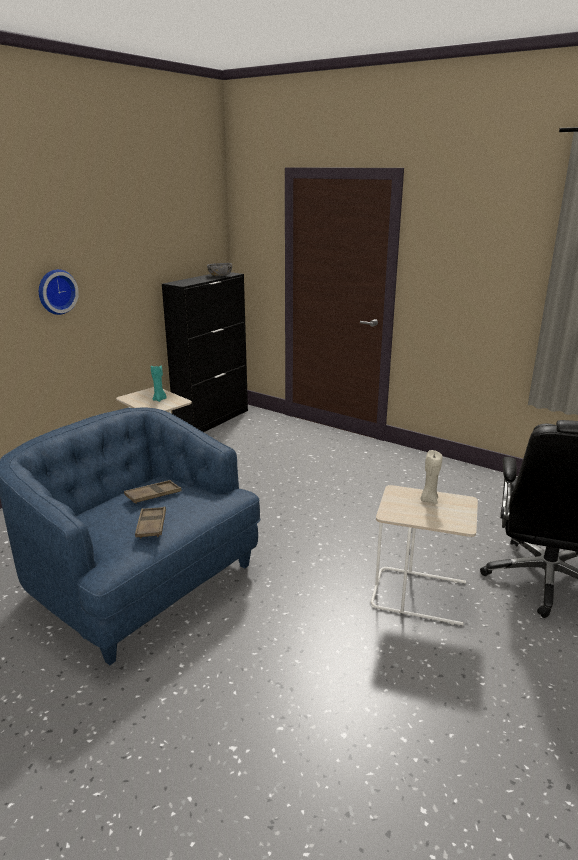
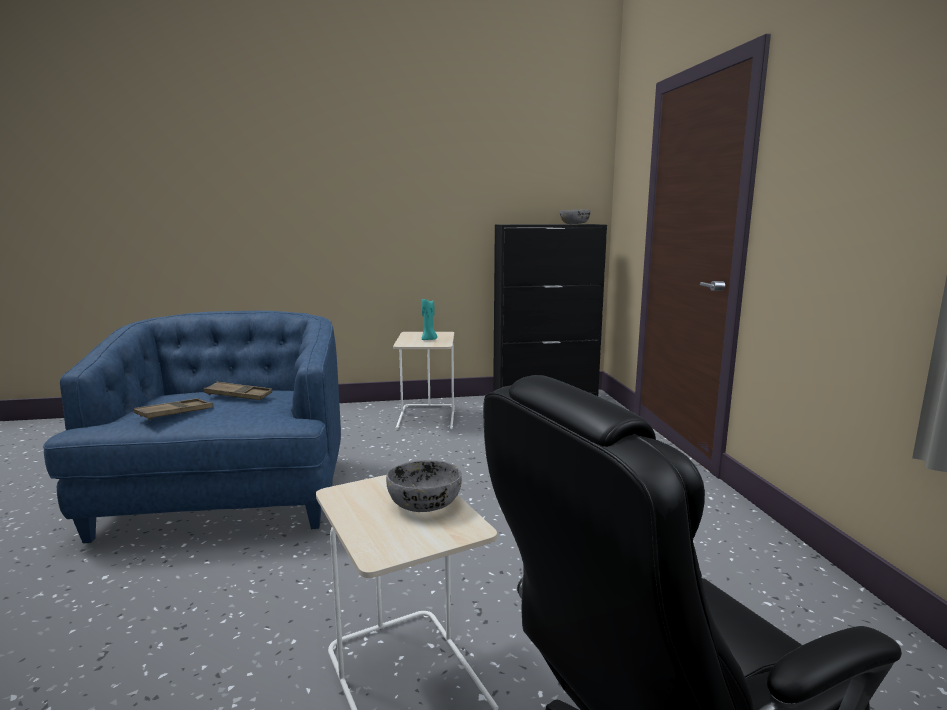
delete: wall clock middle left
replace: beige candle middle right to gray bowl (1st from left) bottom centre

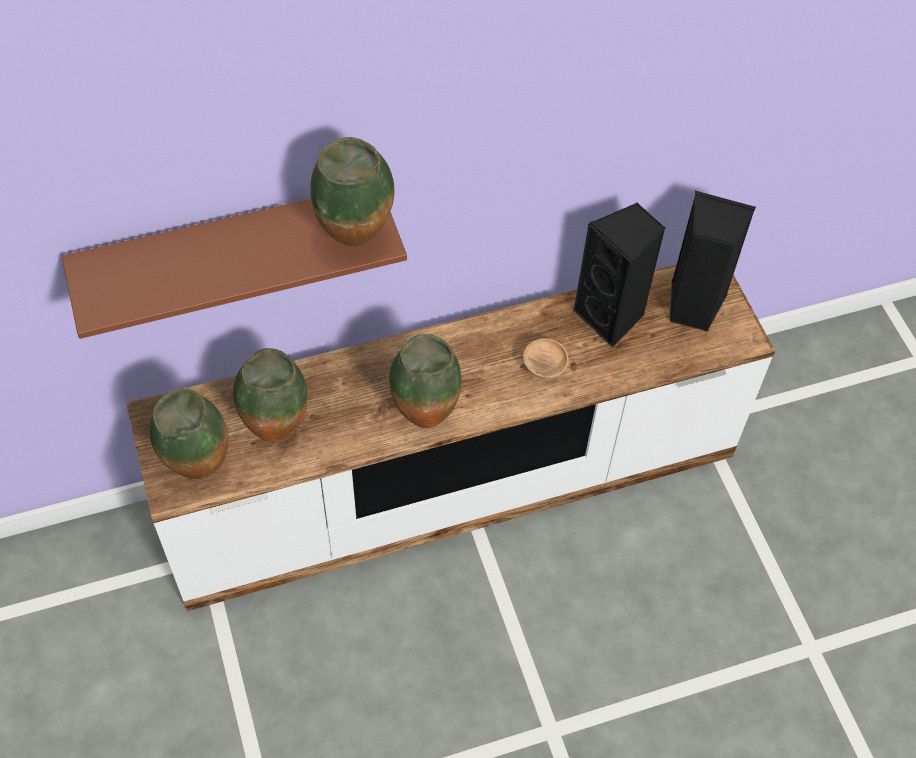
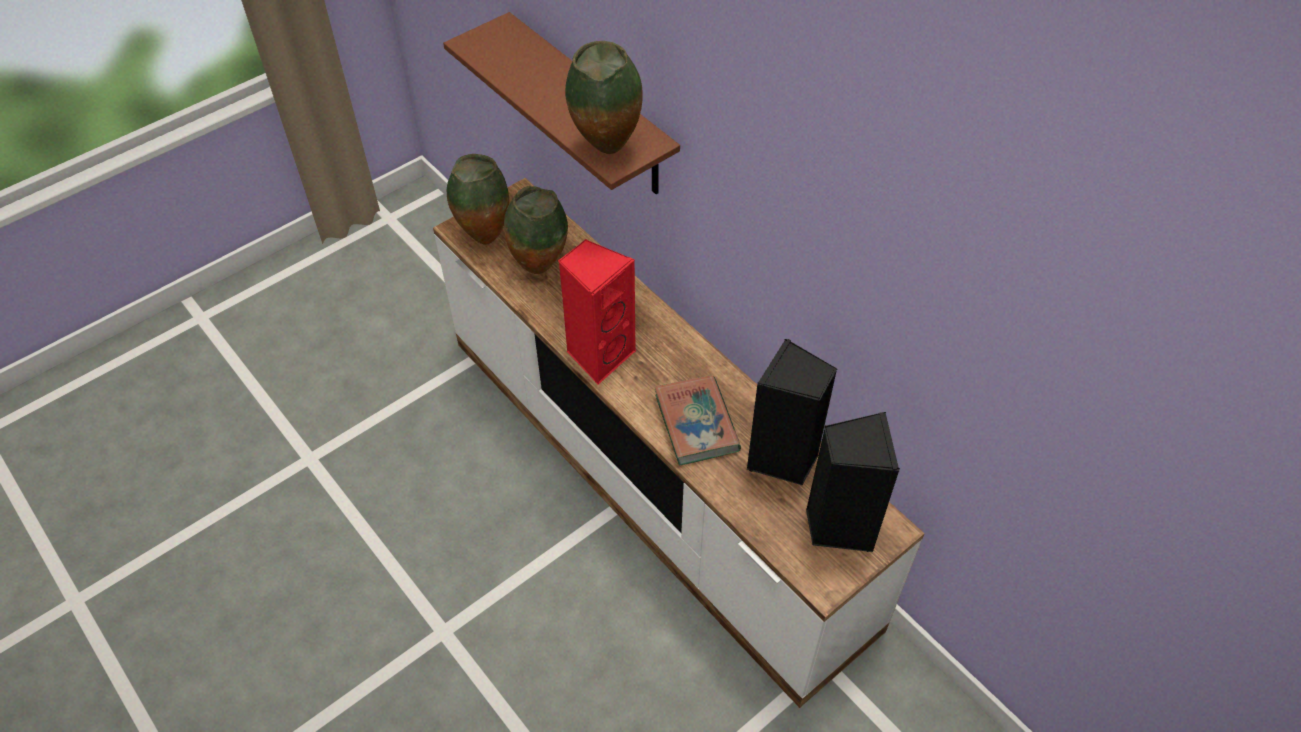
replace: vase (4th from left) centre to red loudspeaker centre; brown bowl centre to bound book centre

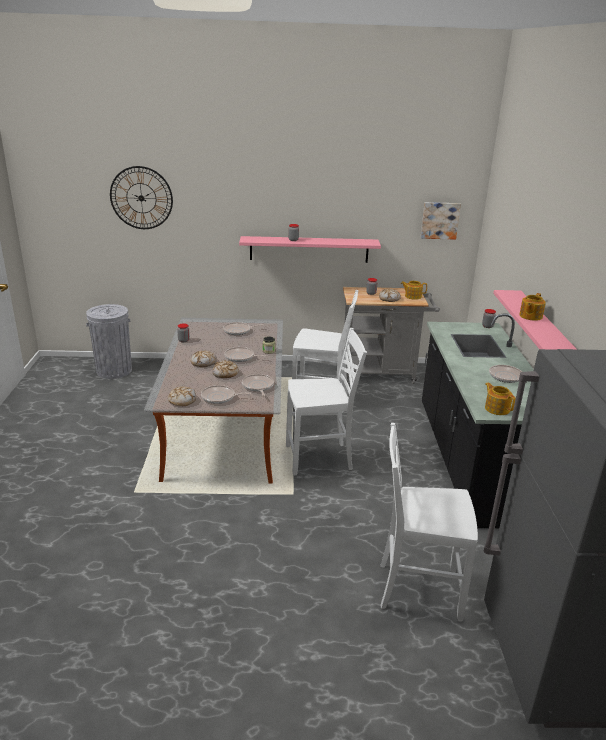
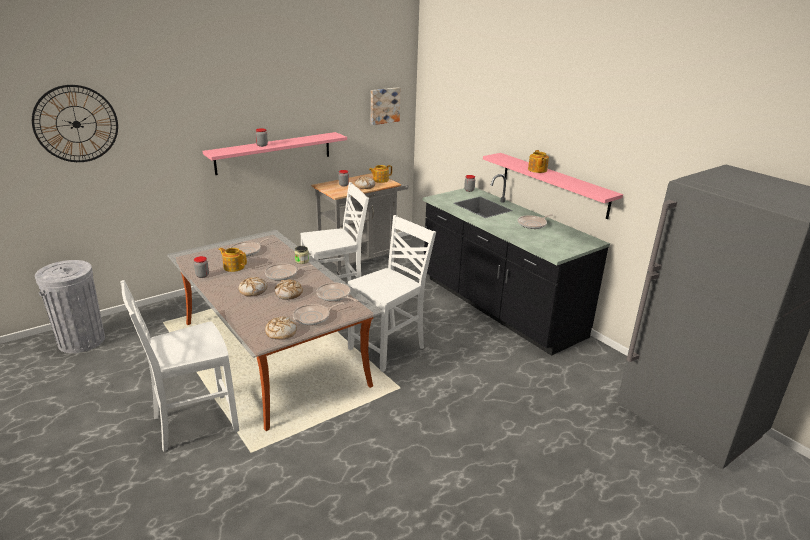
move: white-coloured plain chair (3rd from left in the first image) bottom right to white-coloured plain chair (1st from left) bottom left; tea pot (2nd from left in the first image) middle right to tea pot (1st from left) middle left

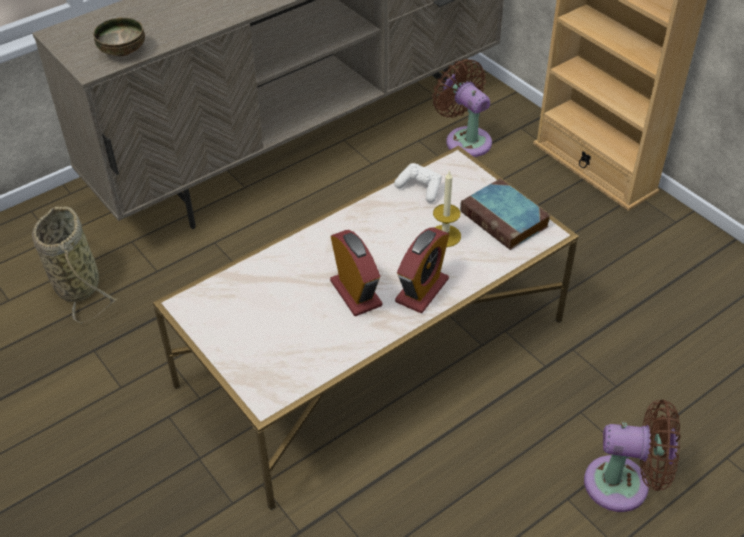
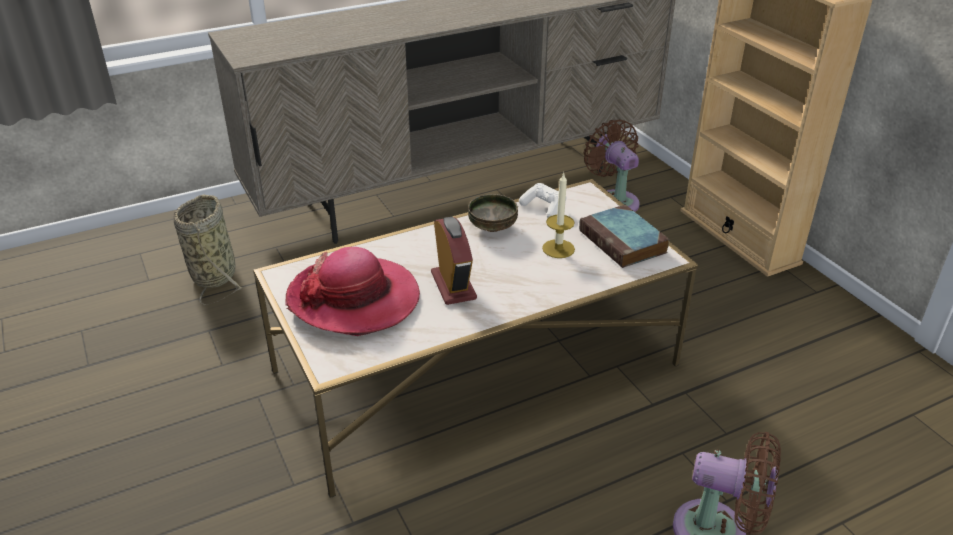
delete: bedside clock (2nd from left) centre
insert: wearable hat centre
move: bowl top left to centre

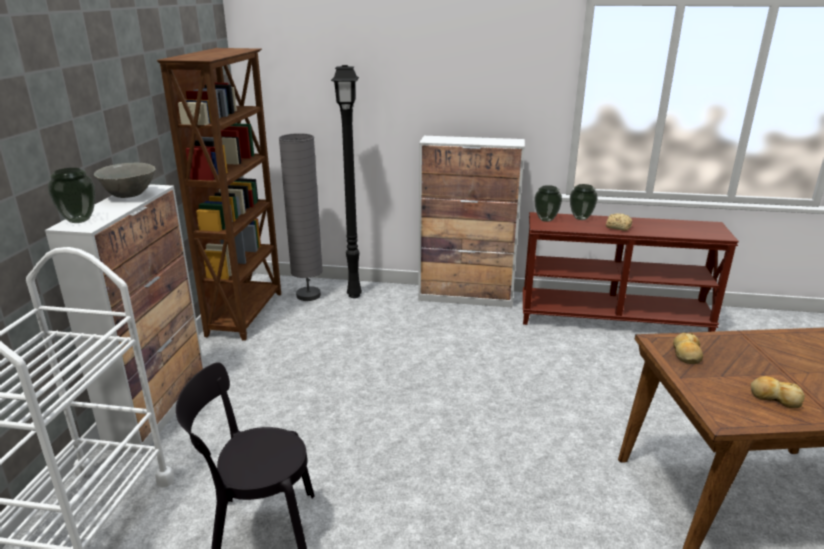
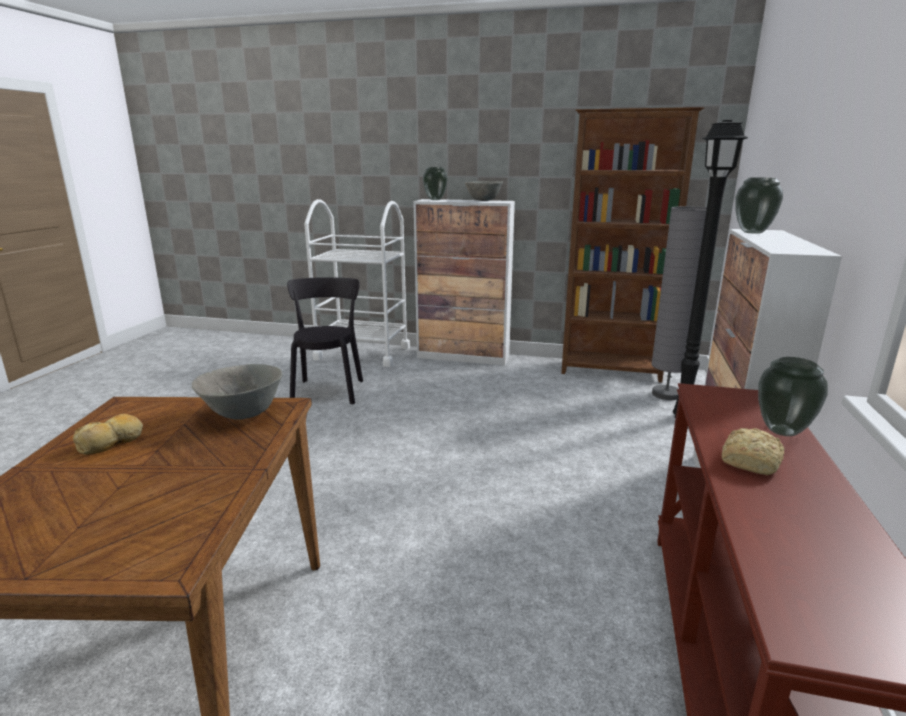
move: vase (2nd from left) centre to top right
replace: bakery bread (2nd from left) middle right to gray bowl (1st from left) middle left

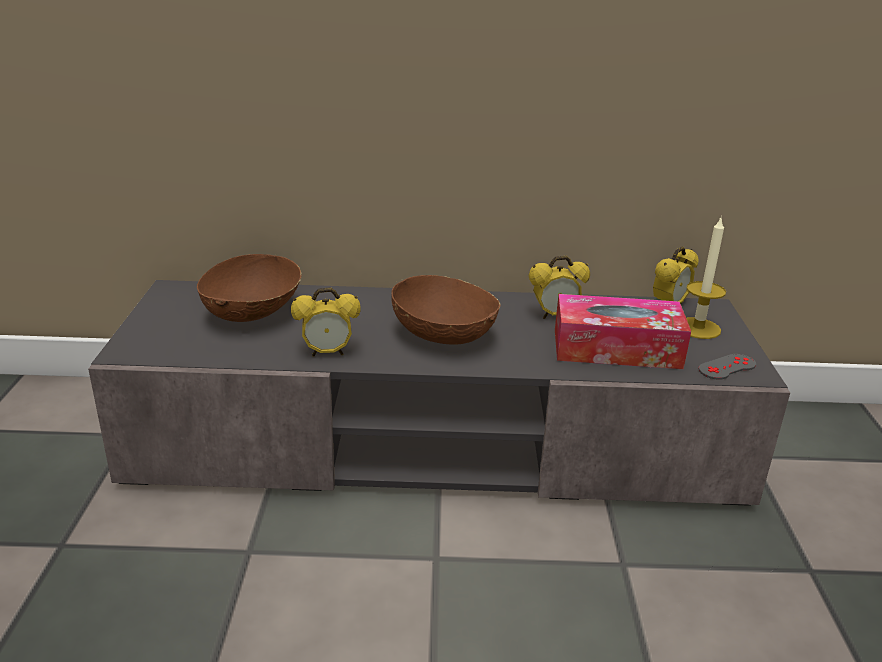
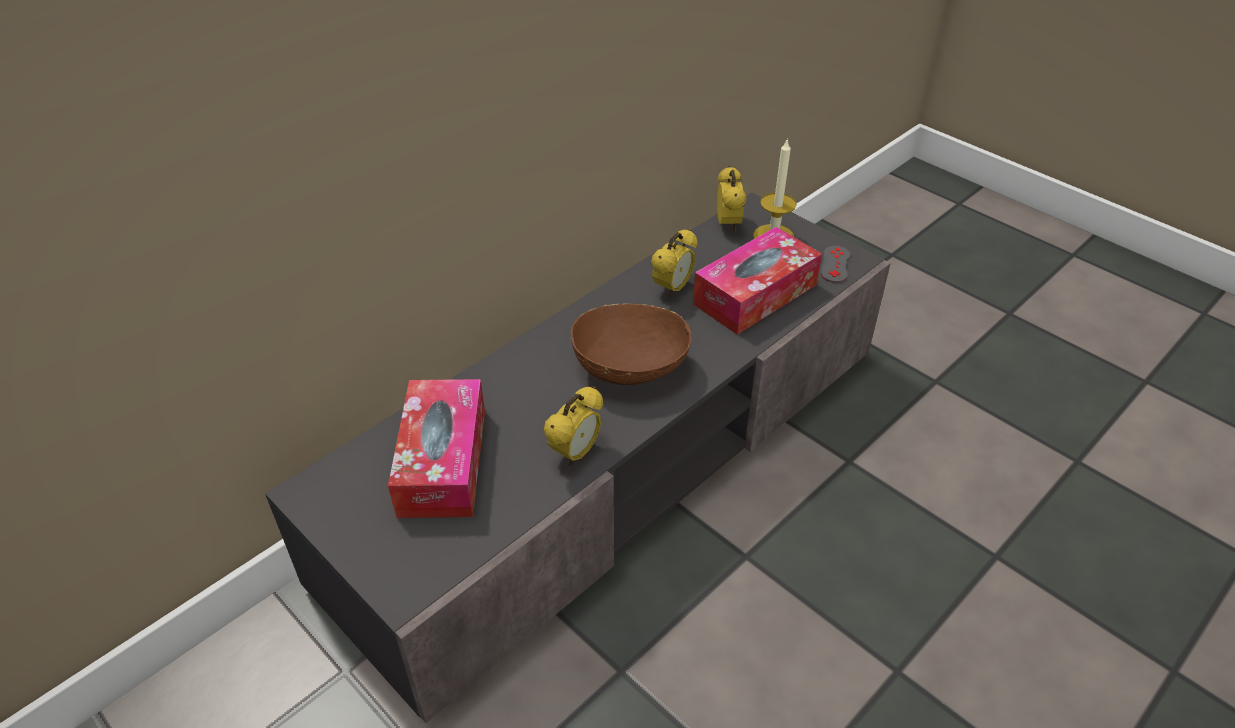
replace: brown bowl (1st from left) middle left to tissue box (1st from left) centre

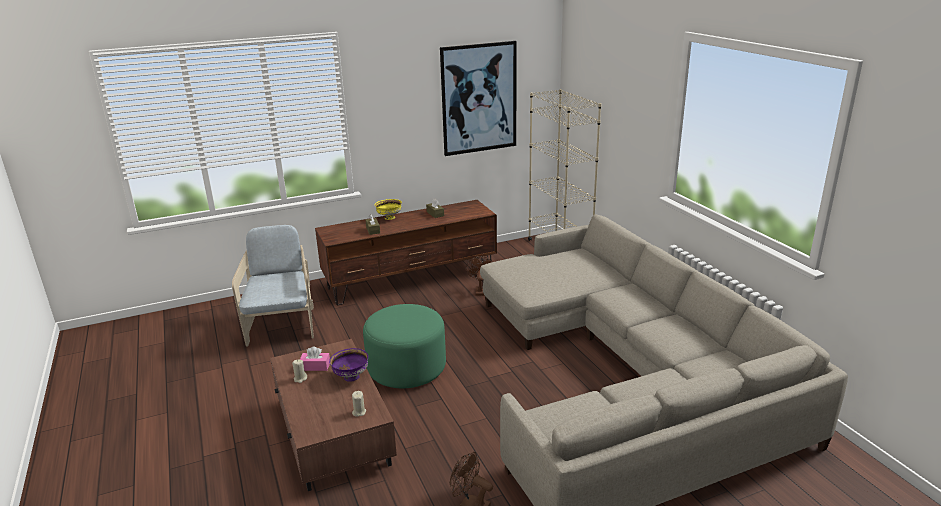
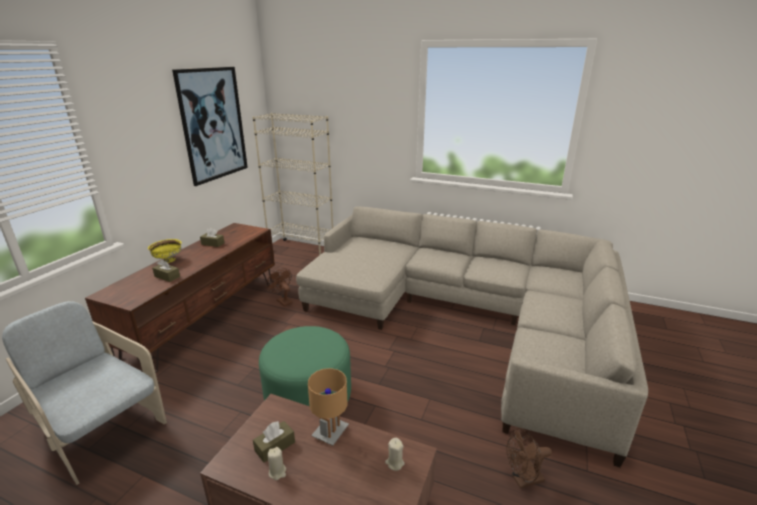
replace: purple-coloured bowl bottom centre to brown table lamp bottom centre
recolor: pink-coloured tissue box bottom centre to brown tissue box (3rd from left) bottom centre

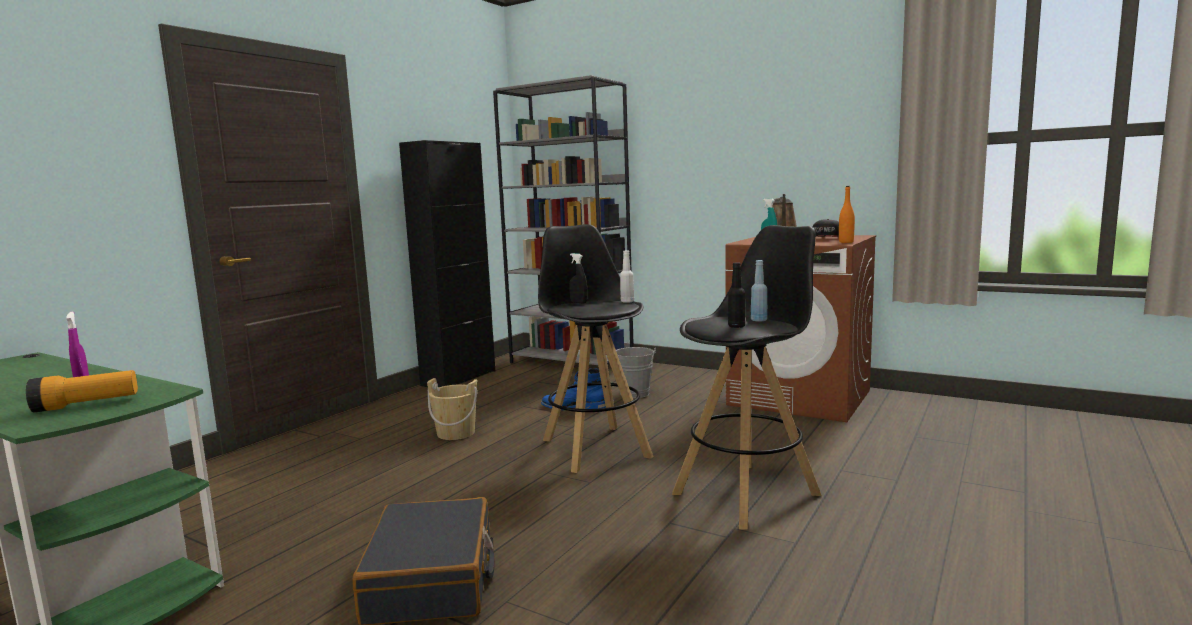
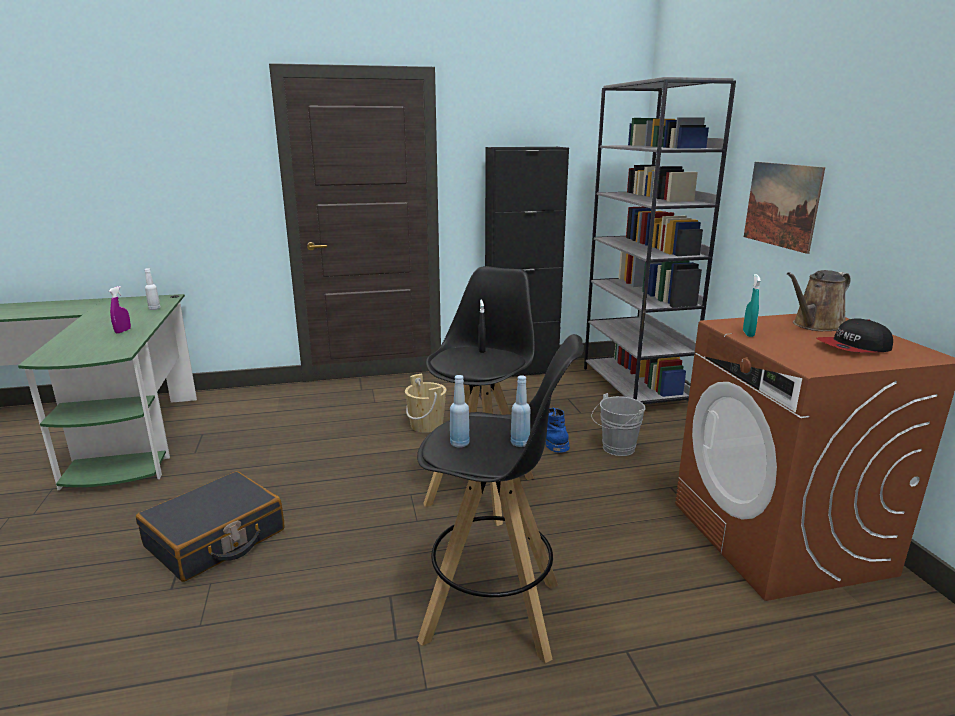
delete: torch middle left; orangey bottle middle right
insert: wall picture top right
move: white-coloured bottle centre to middle left
recolor: blackish bottle centre to bluish bottle (1st from left) centre

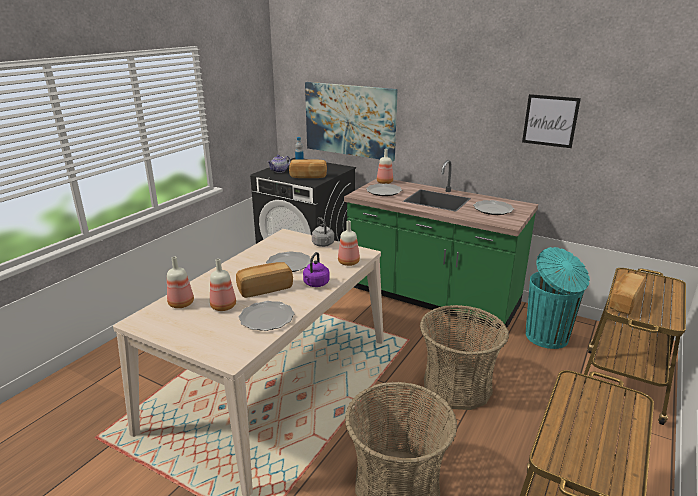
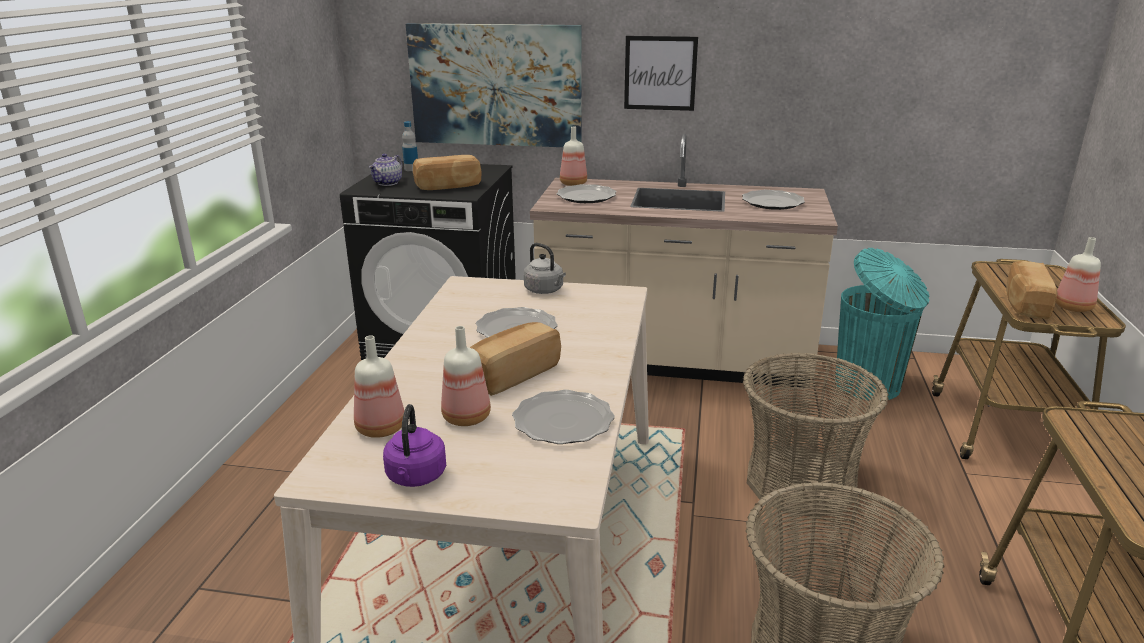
move: purple-coloured kettle centre to bottom centre; bottle (4th from left in the first image) centre to bottle (5th from left) middle right; wall picture (2nd from left) top right to top centre
recolor: greenish kitchen base unit centre to beige kitchen base unit centre

